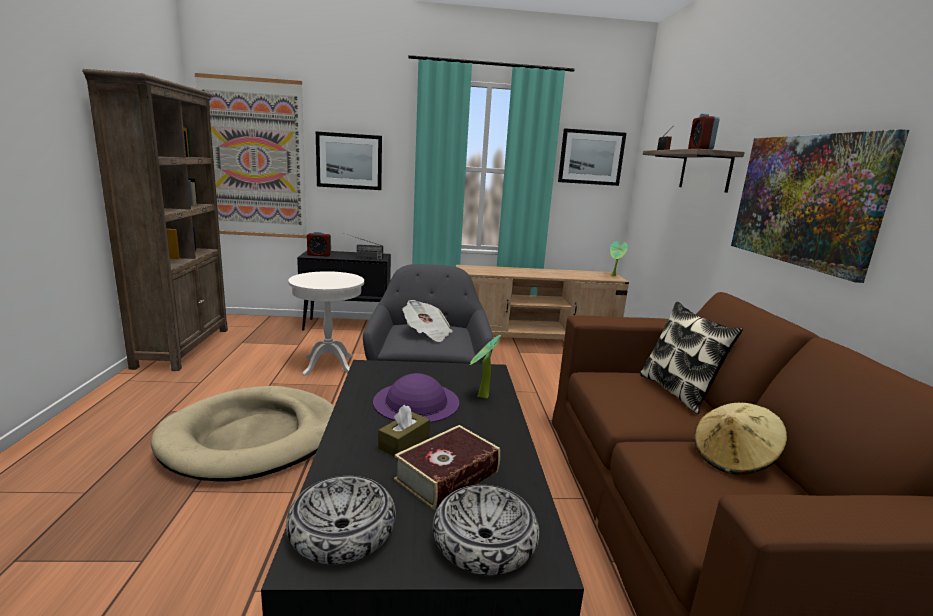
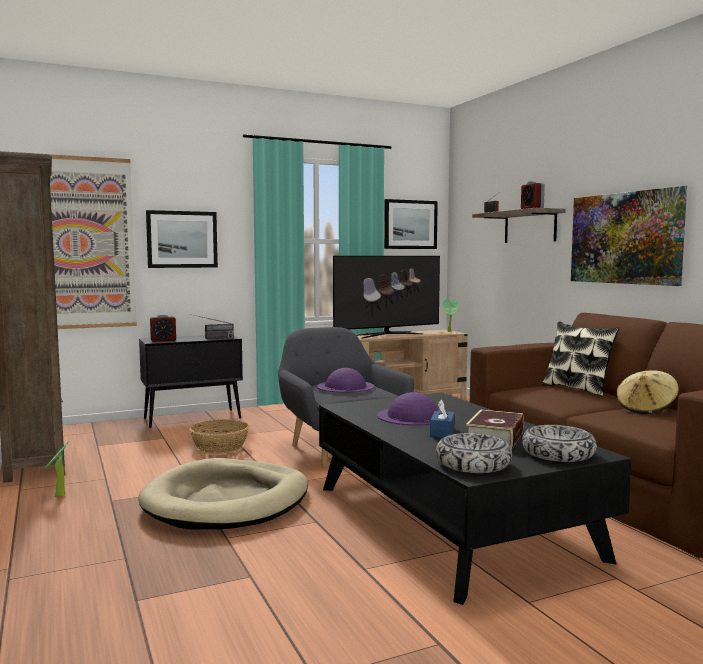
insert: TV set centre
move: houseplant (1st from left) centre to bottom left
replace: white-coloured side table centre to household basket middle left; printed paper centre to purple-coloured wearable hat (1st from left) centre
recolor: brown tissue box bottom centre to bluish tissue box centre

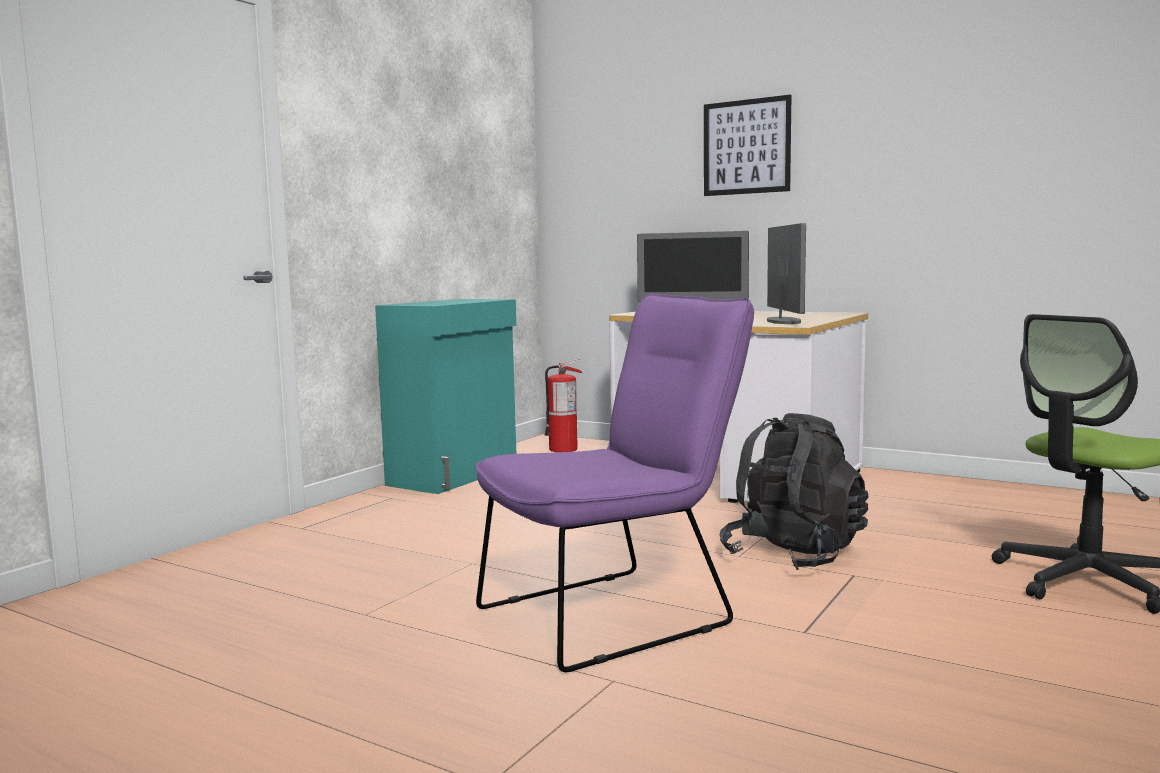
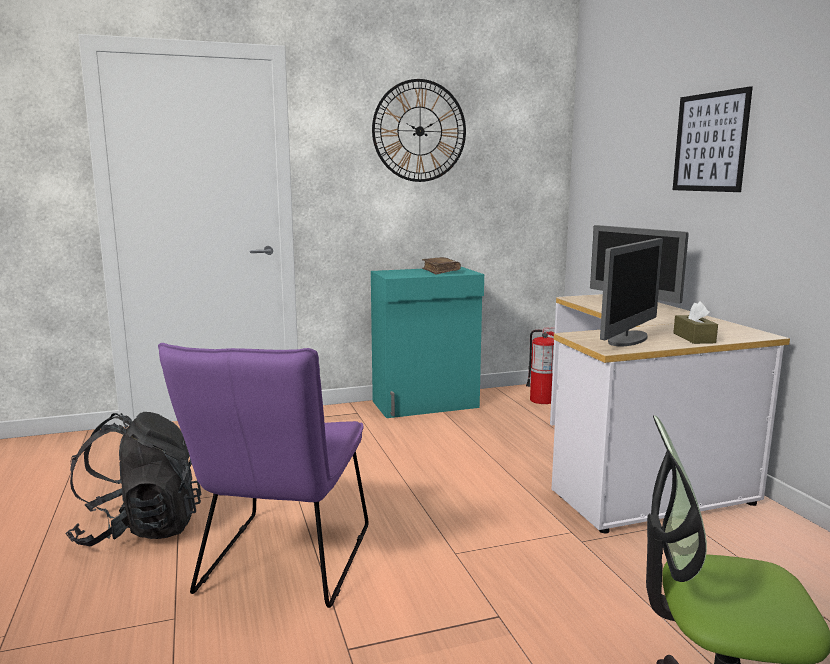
insert: wall clock top centre; brown bound book centre; brown tissue box middle right
move: blackish backpack middle right to bottom left
rotate: purple-coloured plain chair centre = bottom left 90 degrees clockwise

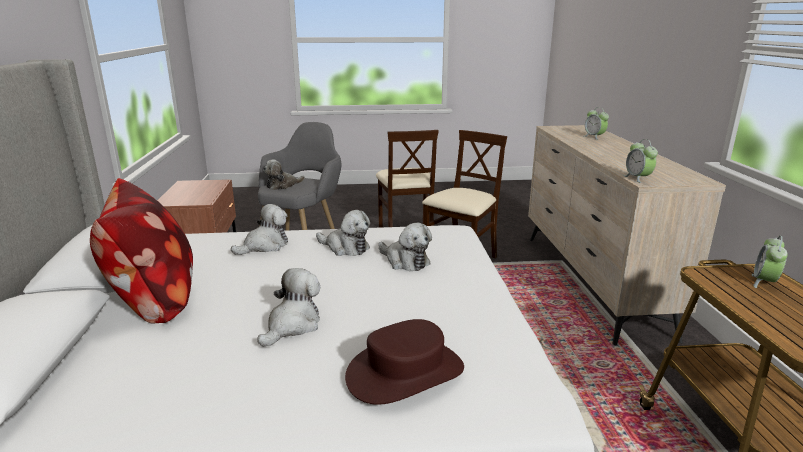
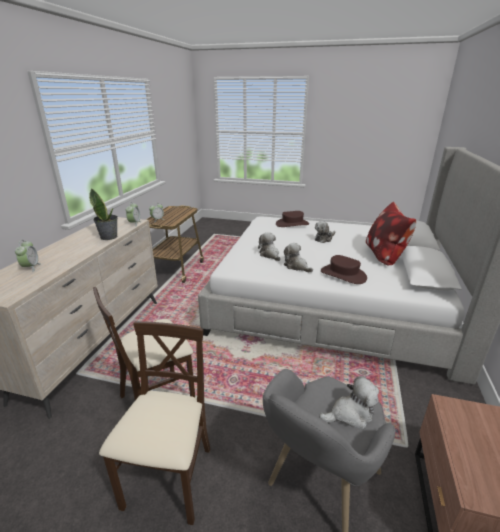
insert: houseplant middle left
replace: soft toy (1st from left) middle left to brown wearable hat (2nd from left) middle right

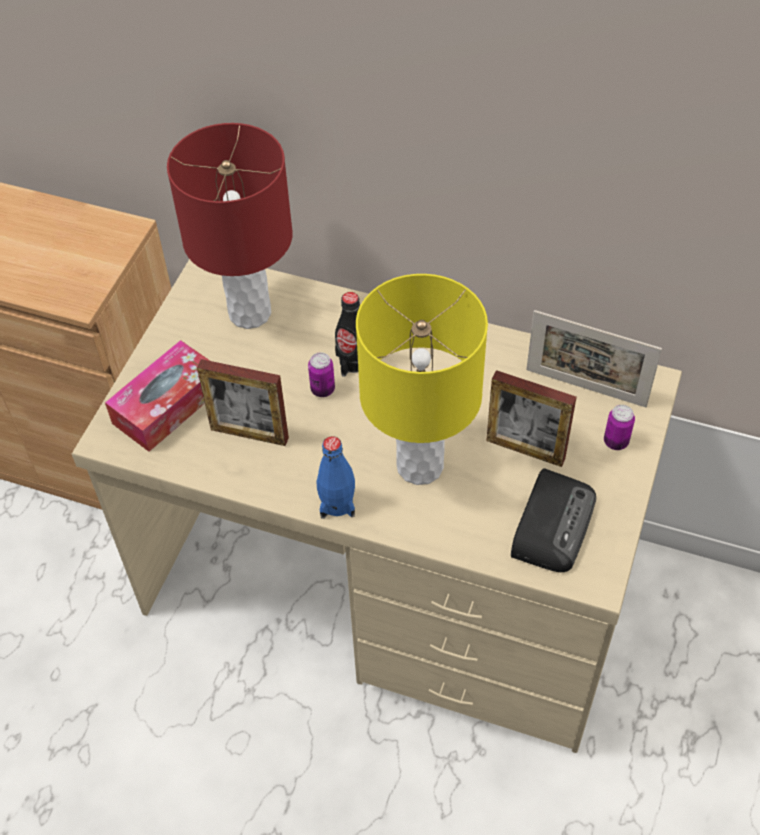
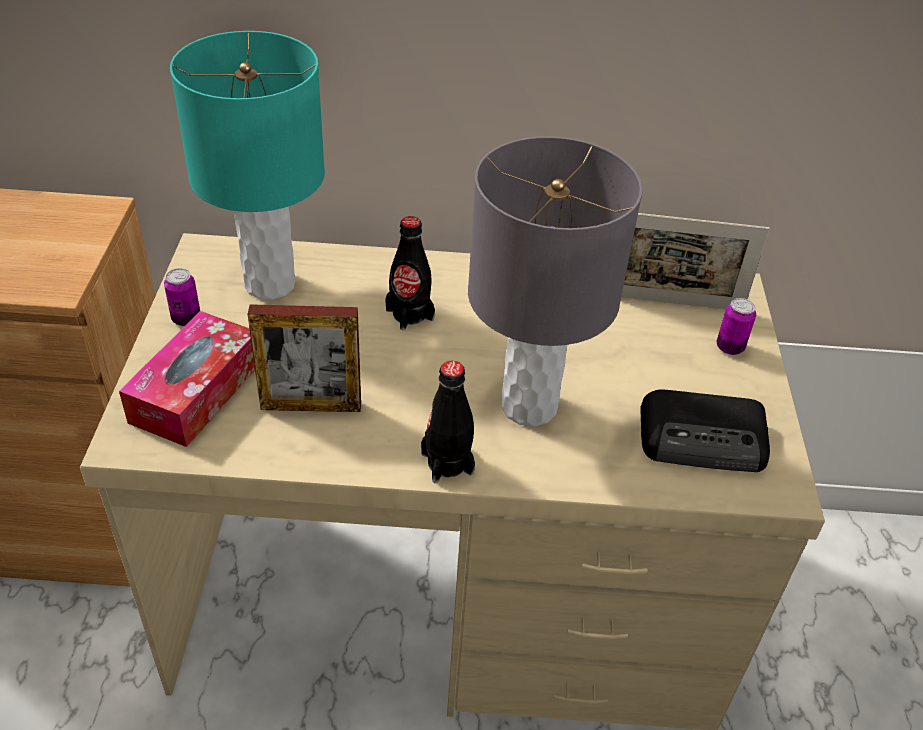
delete: photo frame (2nd from left) middle right
move: metal can (1st from left) centre to middle left
recolor: red table lamp top left to turquoise table lamp top left; bluish bottle centre to blackish bottle (2nd from left) centre; yellow table lamp centre to gray table lamp centre
rotate: radio middle right = middle right 90 degrees clockwise

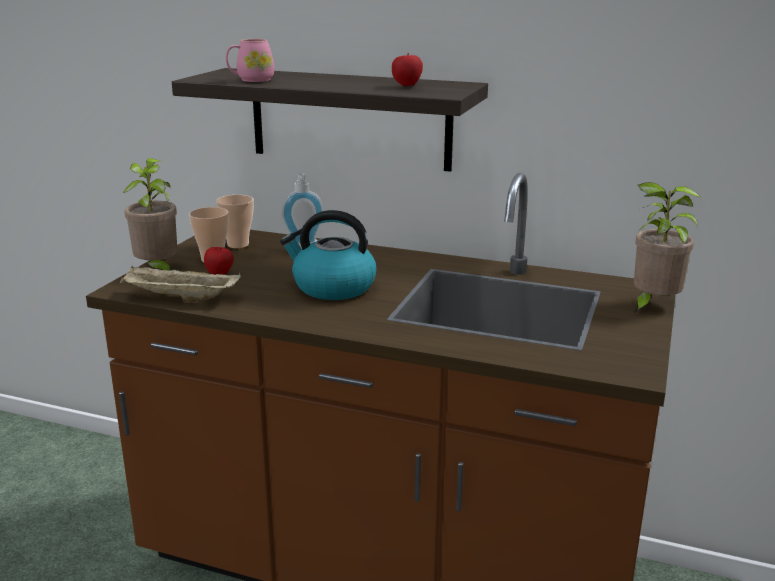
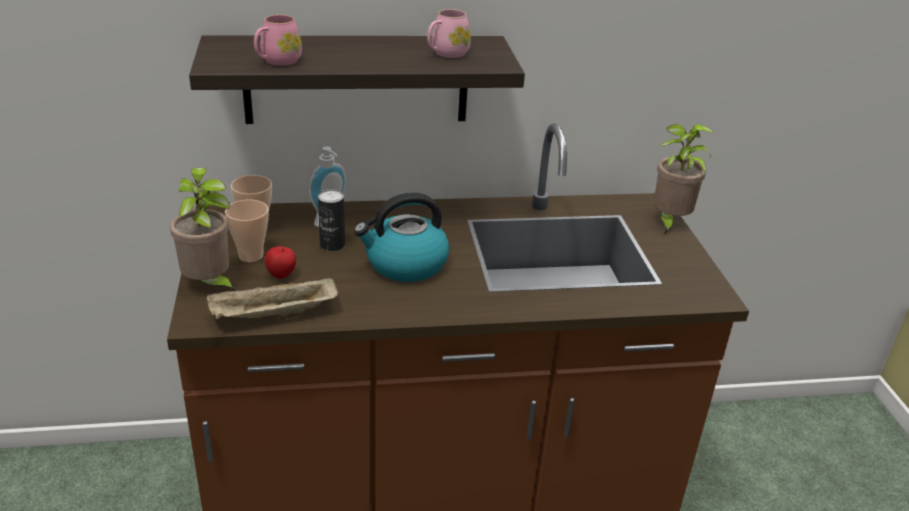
insert: metal can centre
replace: apple fruit (2nd from left) top centre to pink-coloured mug (2nd from left) top centre

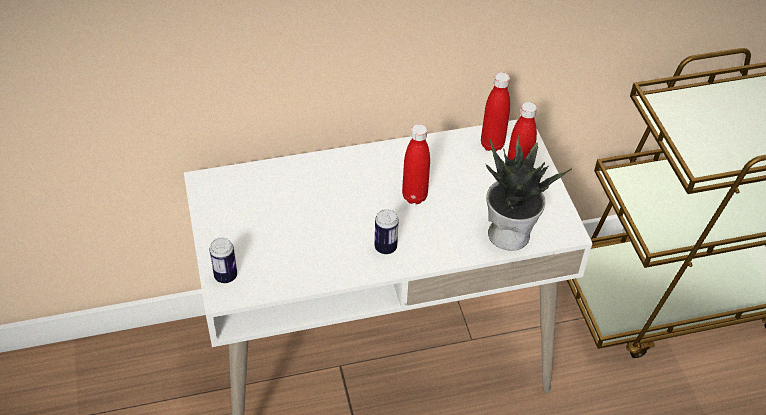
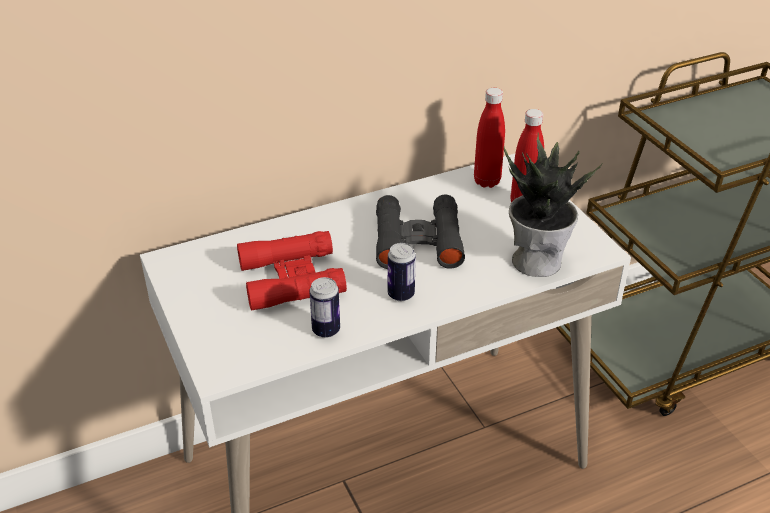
insert: red field glasses centre
move: metal can (1st from left) middle left to centre
replace: red bottle (1st from left) centre to blackish field glasses centre

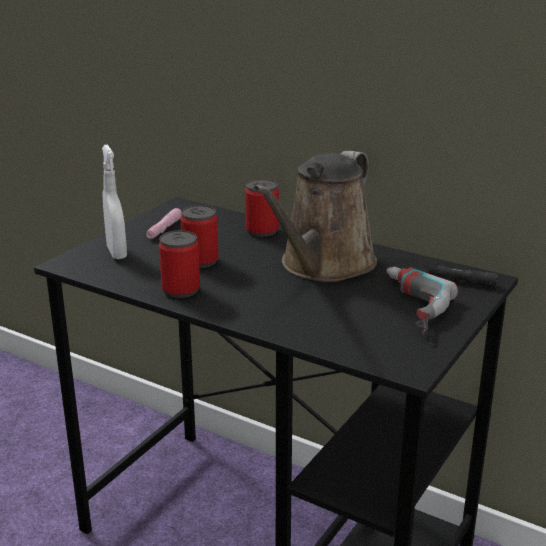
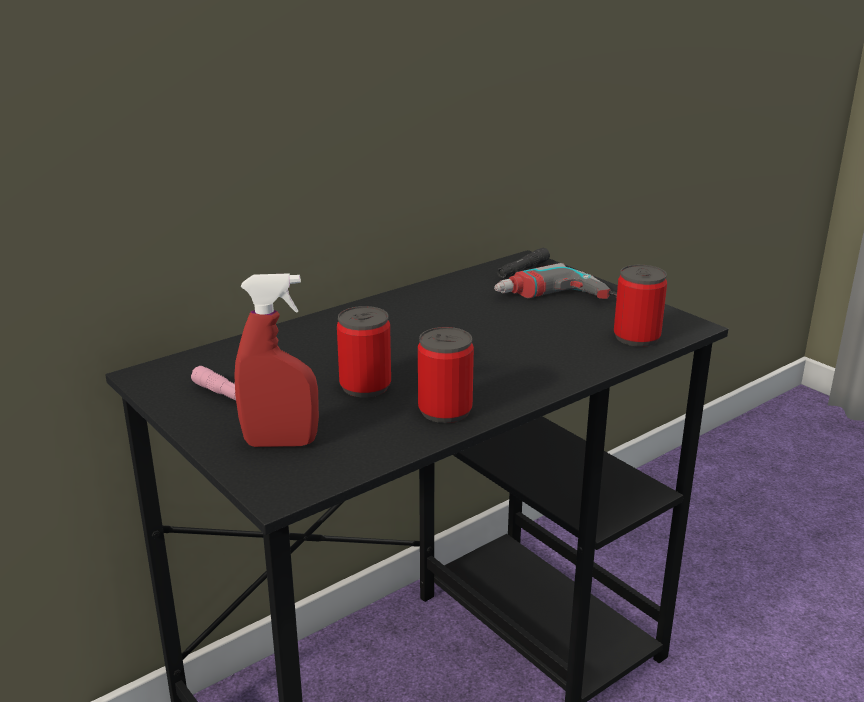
delete: brown watering can centre
move: metal can (3rd from left) centre to middle right
recolor: white-coloured hand sprayer middle left to red hand sprayer middle left

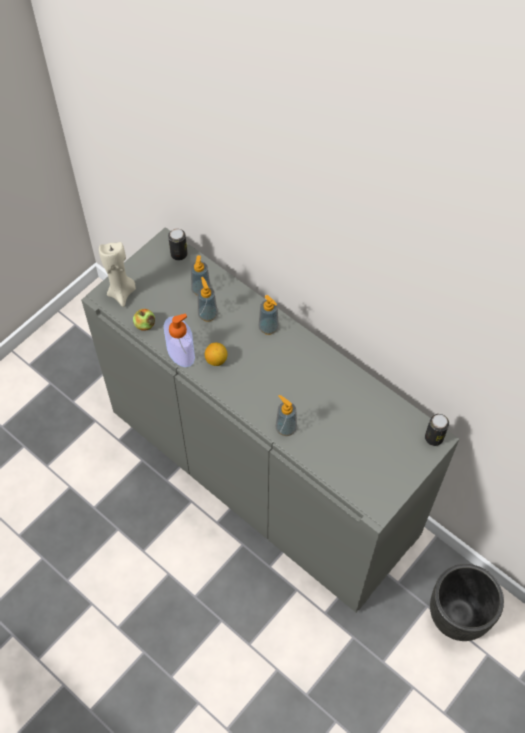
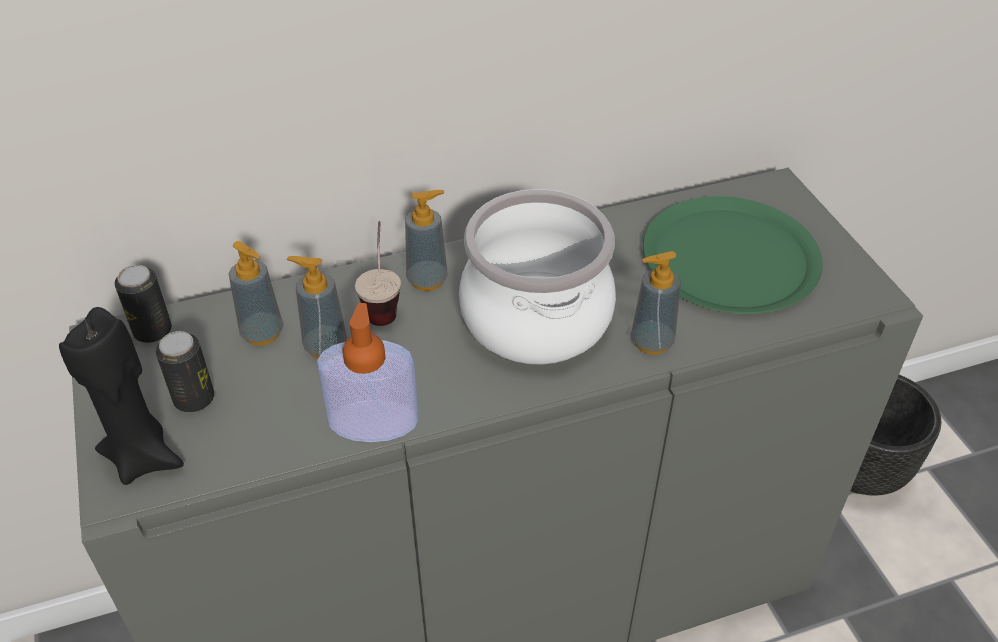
delete: apple fruit middle left; citrus fruit centre
insert: small cup centre; cooking pot centre; greenish dinner plate middle right
move: metal can (2nd from left) middle right to middle left
recolor: beige candle middle left to blackish candle middle left

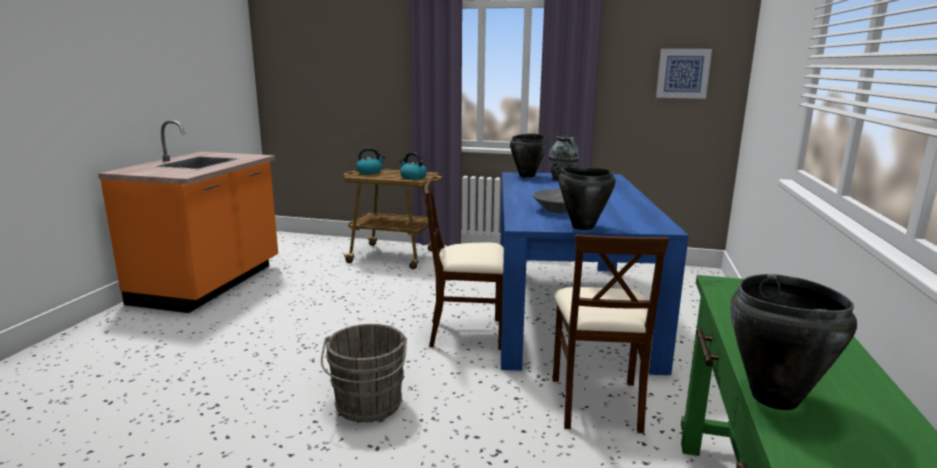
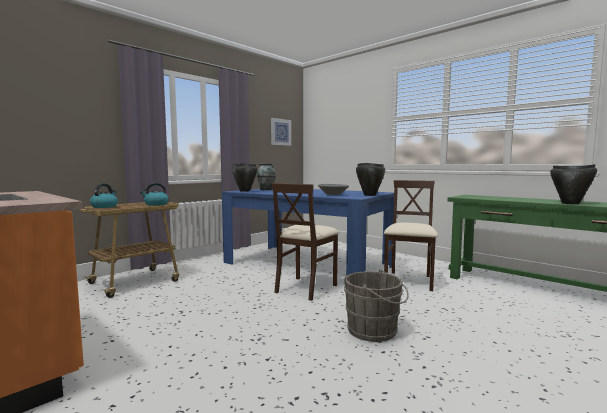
rotate: beige plain chair (2nd from left) bottom centre = middle right 105 degrees counterclockwise

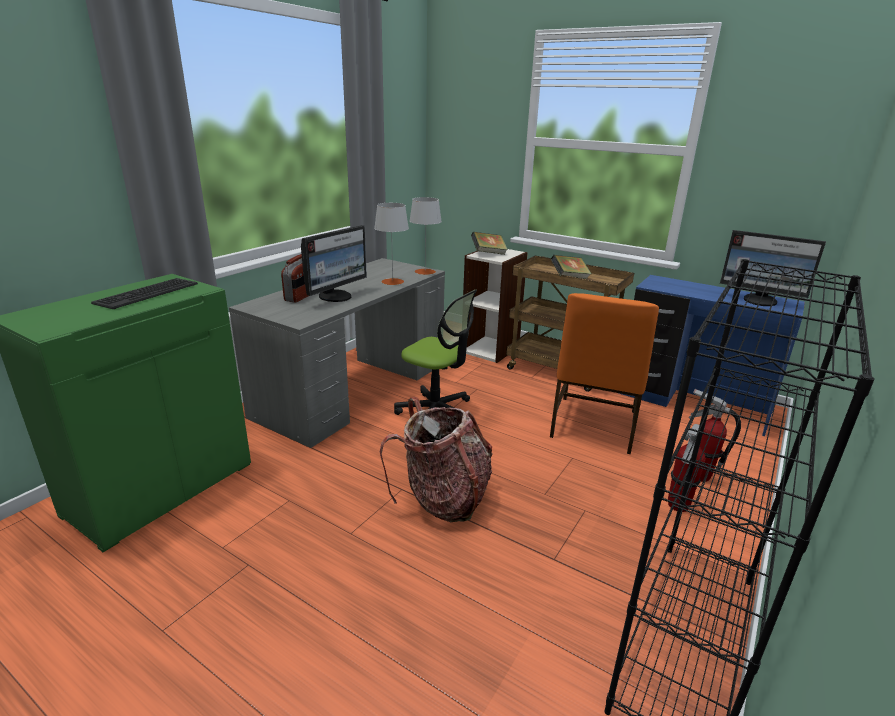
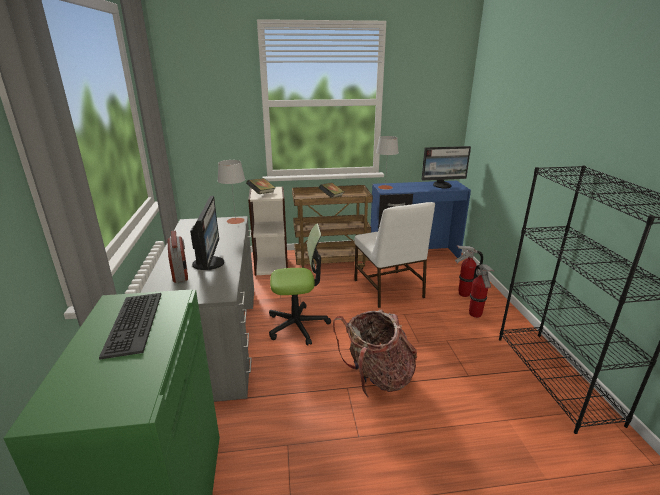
move: gray table lamp (1st from left in the first image) centre to gray table lamp (2nd from left) top centre
recolor: orangey plain chair middle right to white-coloured plain chair centre

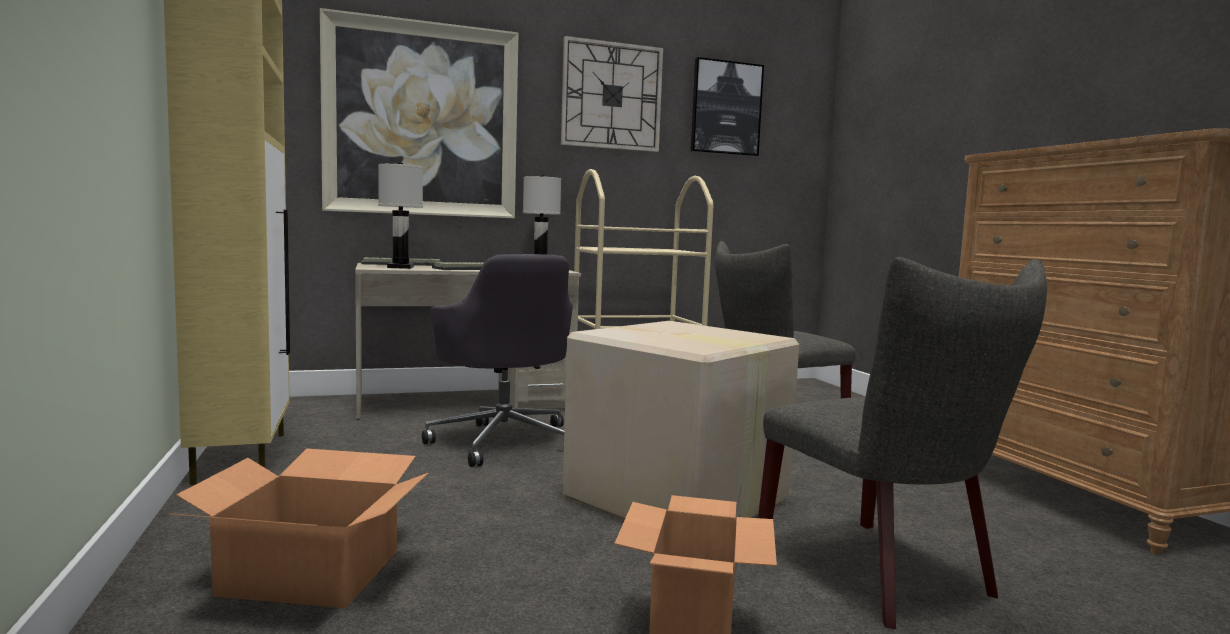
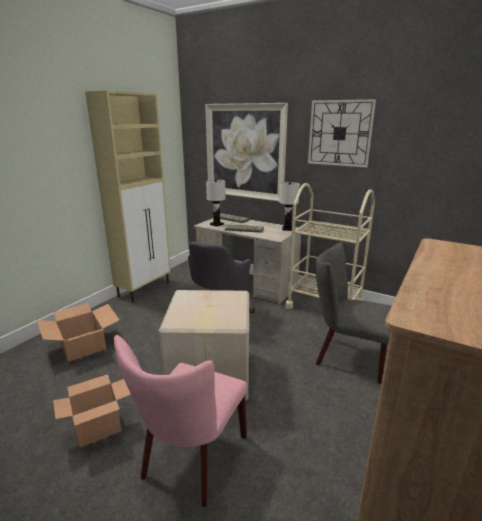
delete: wall picture (2nd from left) top centre
recolor: gray plain chair (2nd from left) bottom right to pink-coloured plain chair bottom centre

